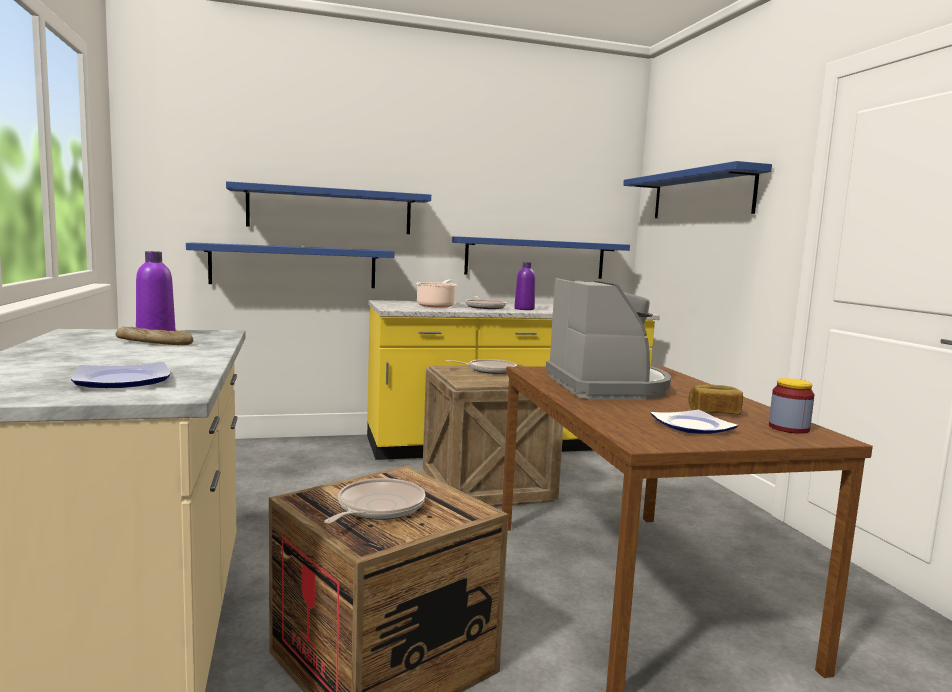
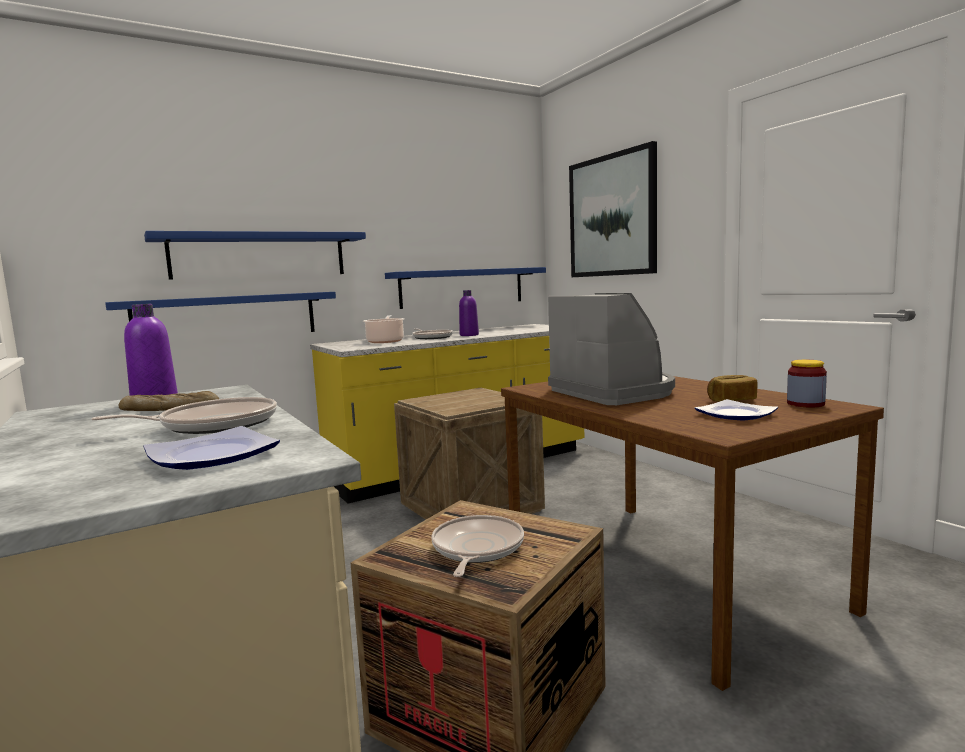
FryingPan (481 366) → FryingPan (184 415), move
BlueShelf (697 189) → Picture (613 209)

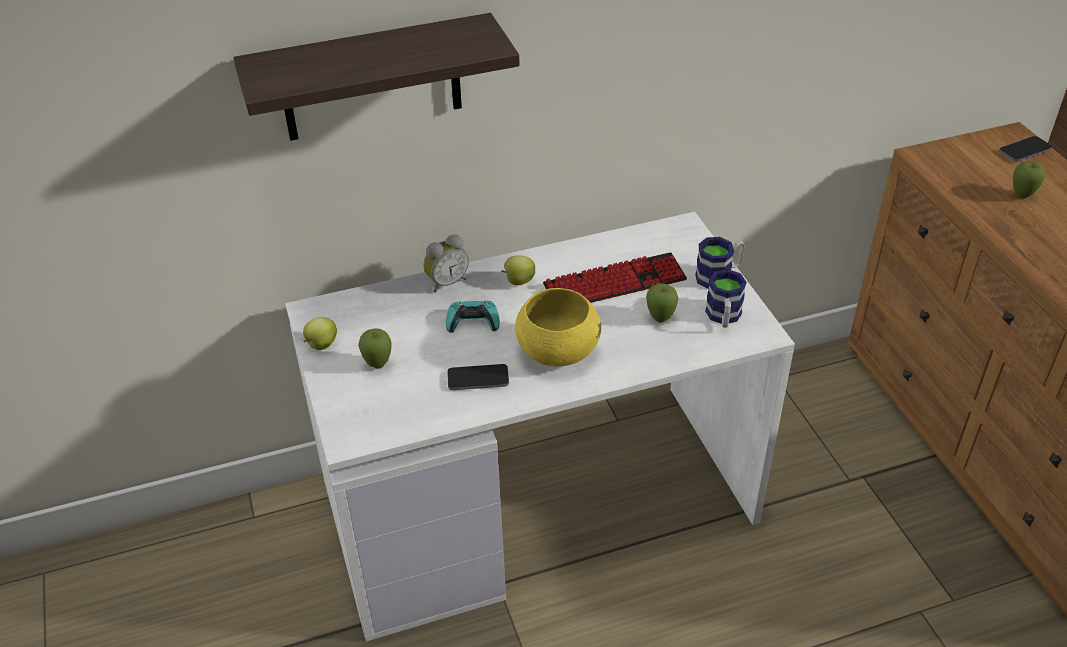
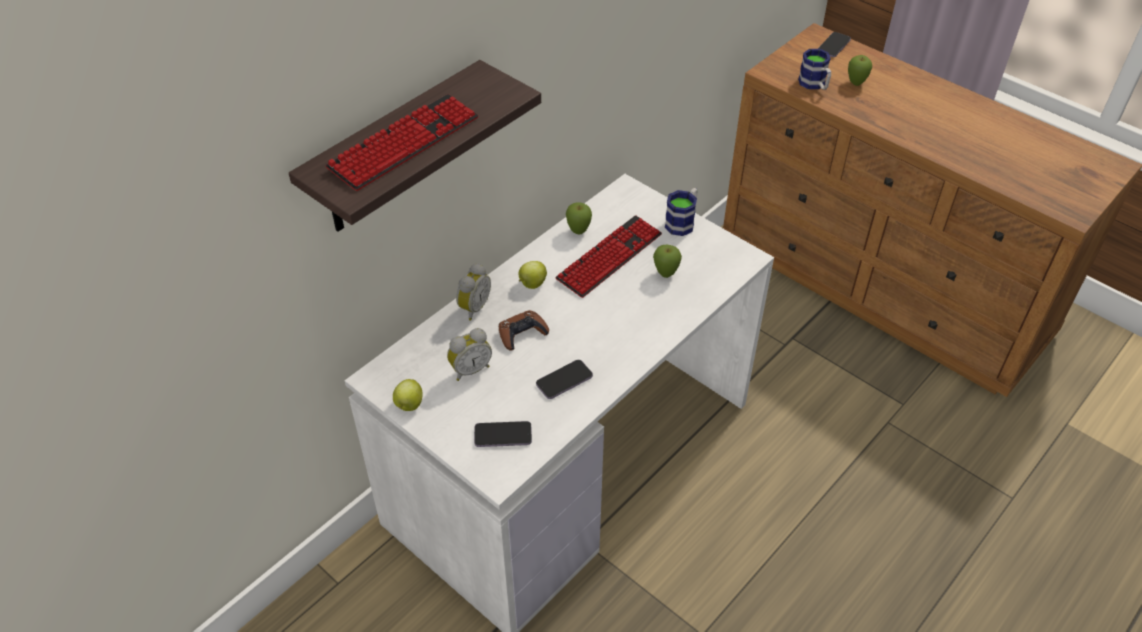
YellowBowl (558 327) → -
- → Keyboard (402 142)
- → AlarmClock (469 354)
- → Phone (503 434)
Apple (375 349) → Apple (579 218), move
Mug (726 298) → Mug (814 69), move
TurquoiseGameController (473 317) → BrownGameController (524 330)

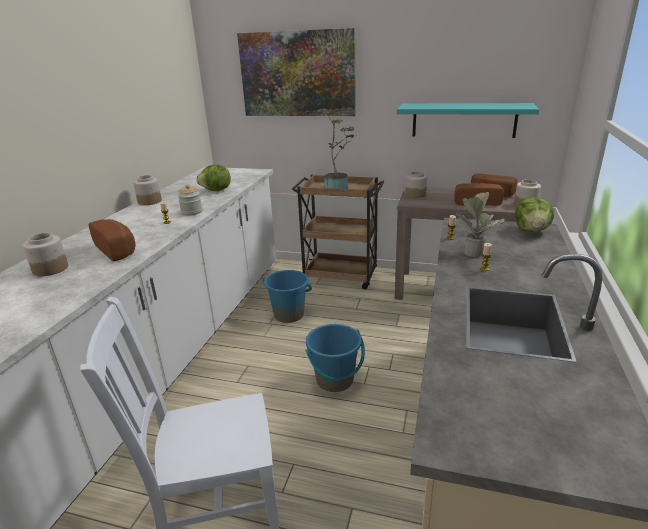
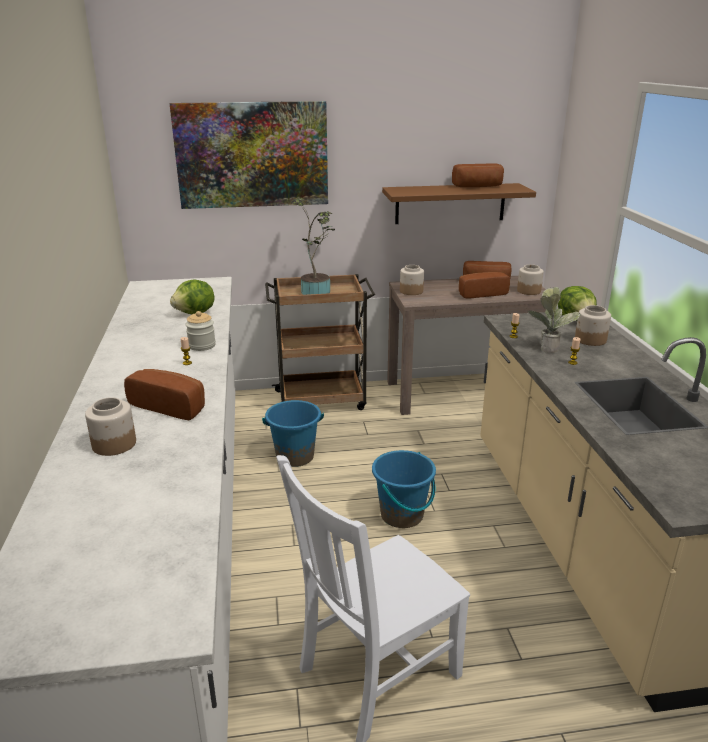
- → Bread (478 175)
Jar (147 190) → Jar (593 325), move
TurquoiseShelf (468 120) → BrownShelf (459 203)

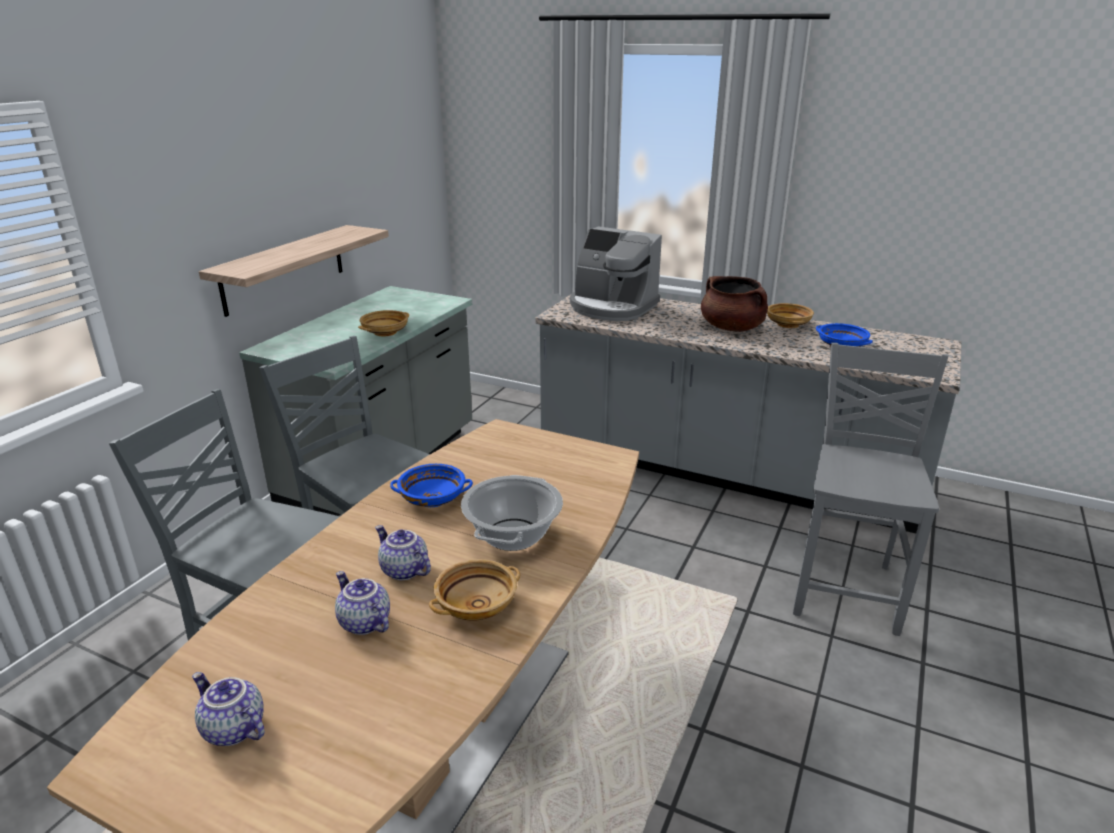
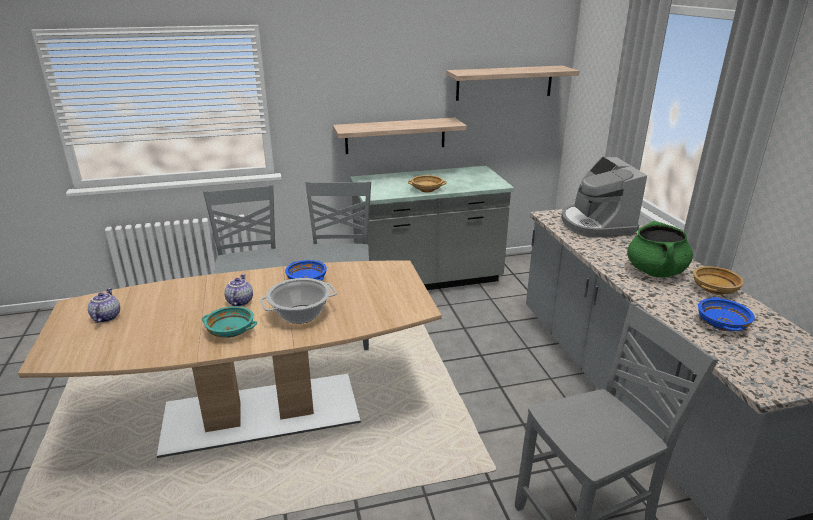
Teapot (362 603) → -
- → Shelf (513 83)
BeigeBowl (474 589) → TurquoiseBowl (229 322)
BrownCookingPot (734 304) → GreenCookingPot (660 249)

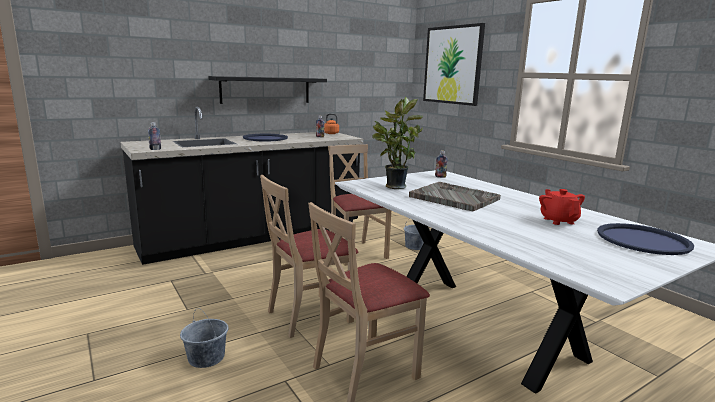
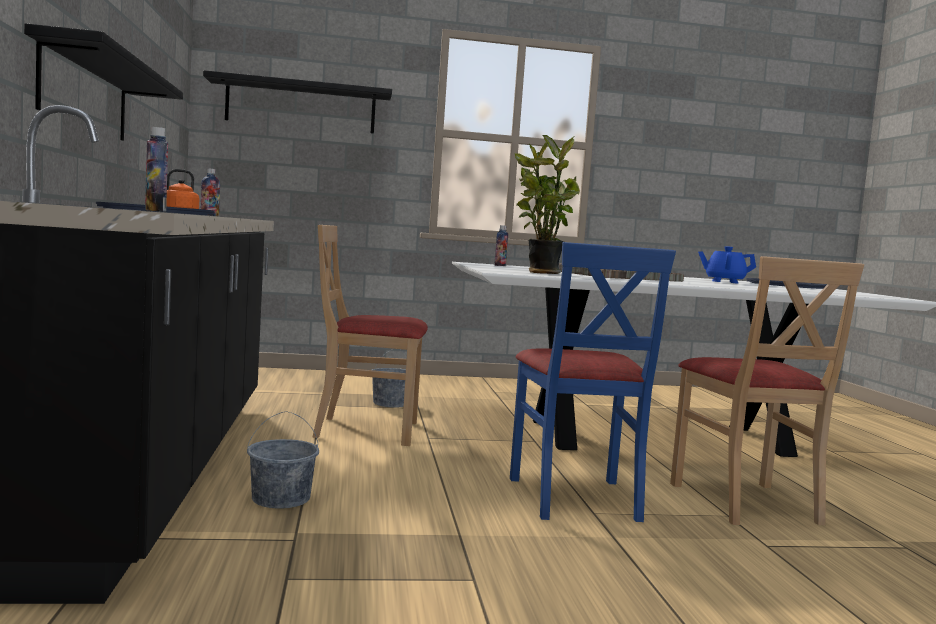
GreyBucket (204 338) → GreyBucket (283 460), move
Picture (454 64) → BlackShelf (297 102)
BeigeChair (309 256) → BlueChair (593 382)
RedTeapot (562 207) → BlueTeapot (727 265)

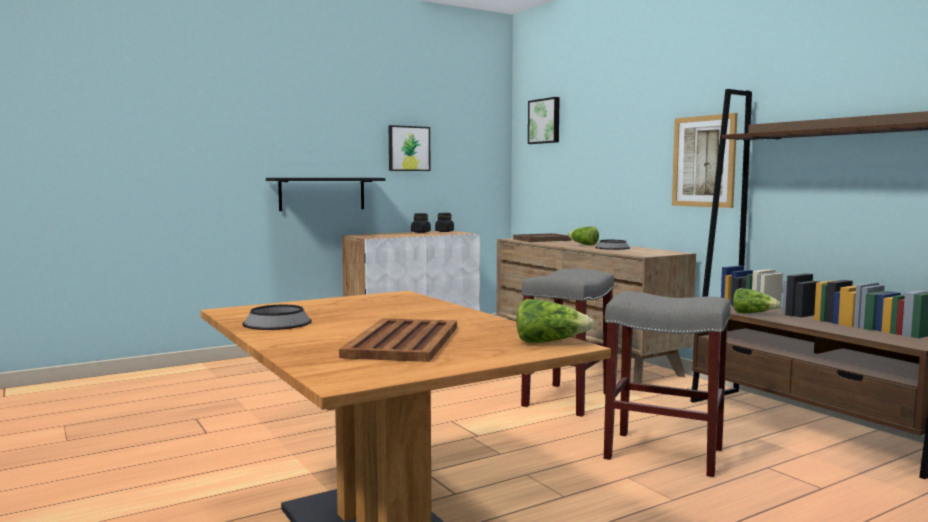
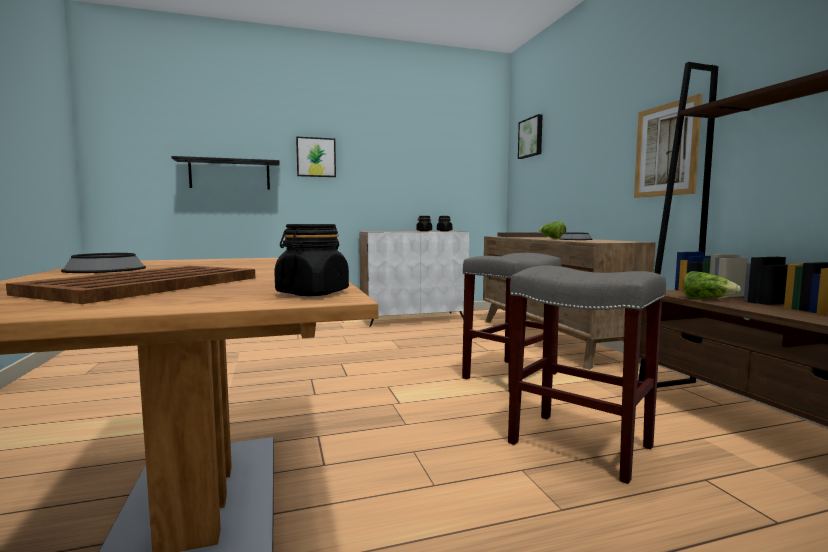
BlackShelf (325 194) → BlackShelf (226 173), move
Picture (409 148) → Picture (316 156), move
Lettuce (555 321) → BlackJar (311 260)

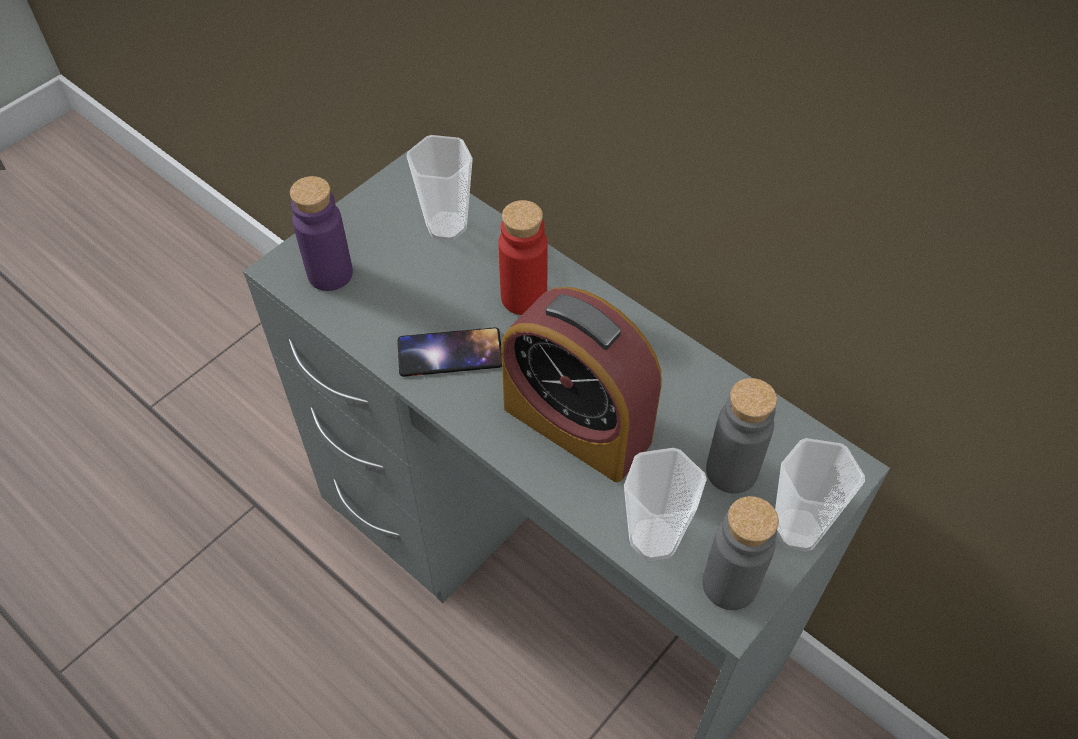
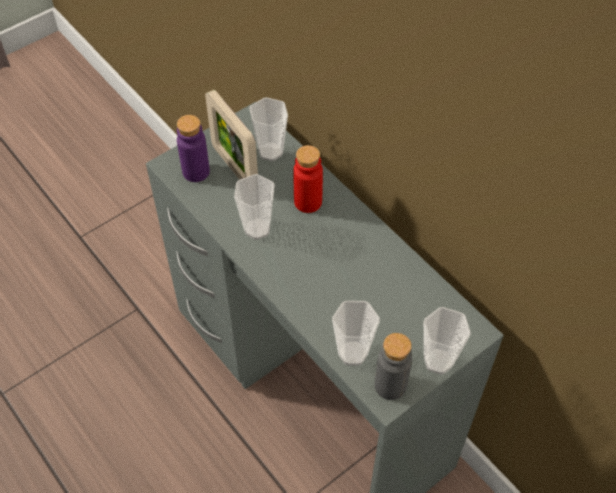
AlarmClock (581 384) → -
GreyBottle (741 436) → -
- → PictureFrame (231 135)
Phone (450 352) → Cup (254 207)

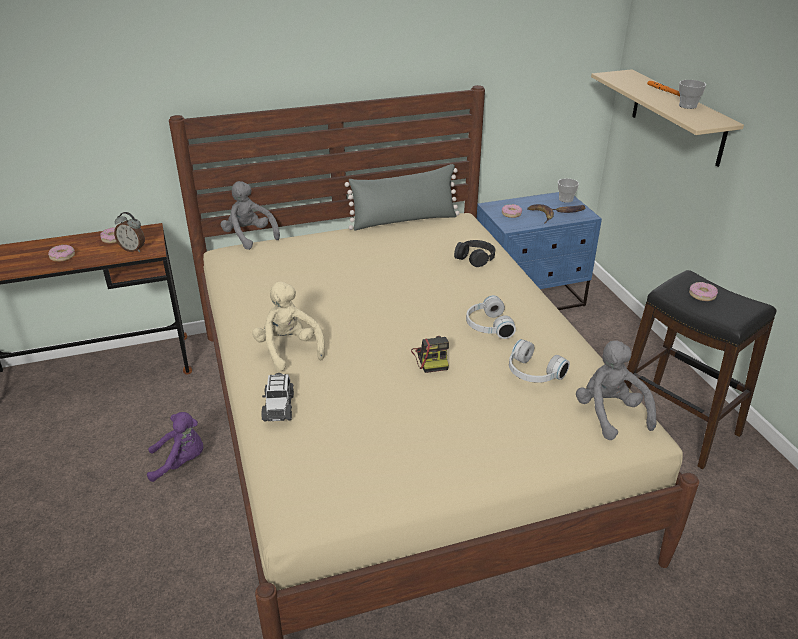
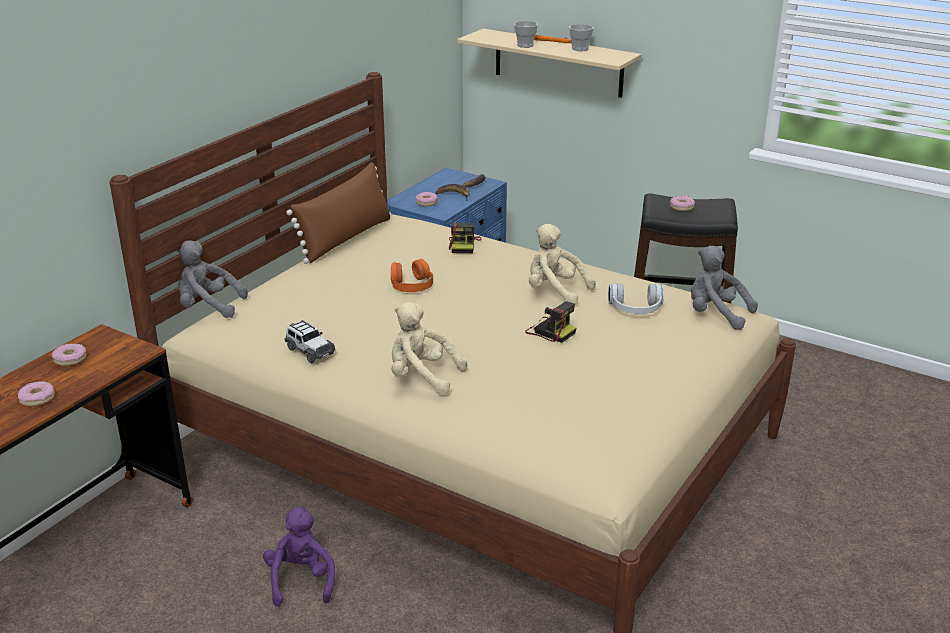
AlarmClock (129 232) → -
- → OrangeHeadphones (412 275)
ToyCar (277 397) → ToyCar (310 341), move
Cup (568 190) → Cup (526 34), move
BlackHeadphones (474 253) → PhotoCamera (465 237)
WhiteHeadphones (491 317) → BeigePlushToy (562 264)
GreyPillow (402 197) → BrownPillow (338 213)
PurplePlushToy (175 447) → PurplePlushToy (299 556), 45 degrees counterclockwise

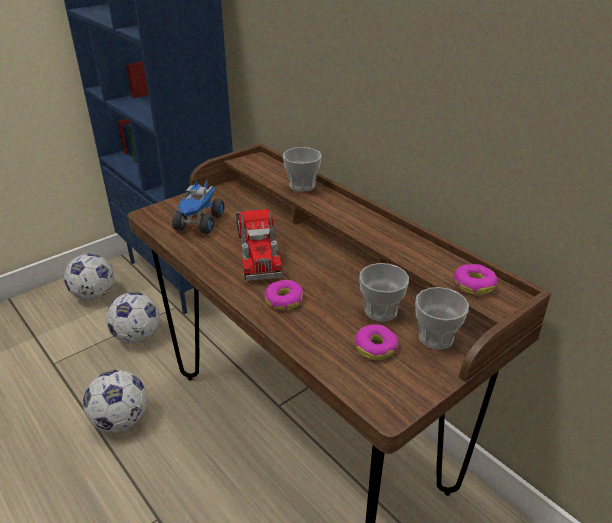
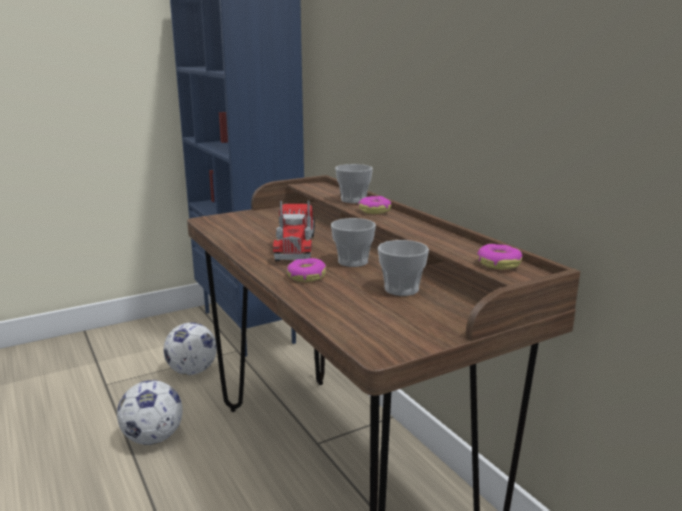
Football (89 277) → -
ToyTruck (198 206) → -
Donut (376 342) → Donut (374 205), move
Cup (442 318) → Cup (353 242), move

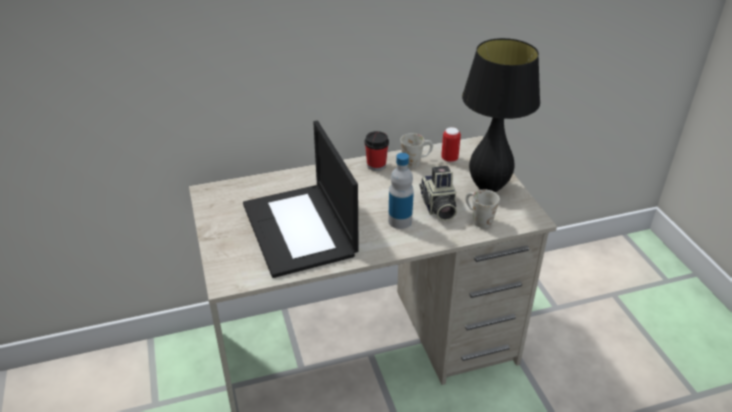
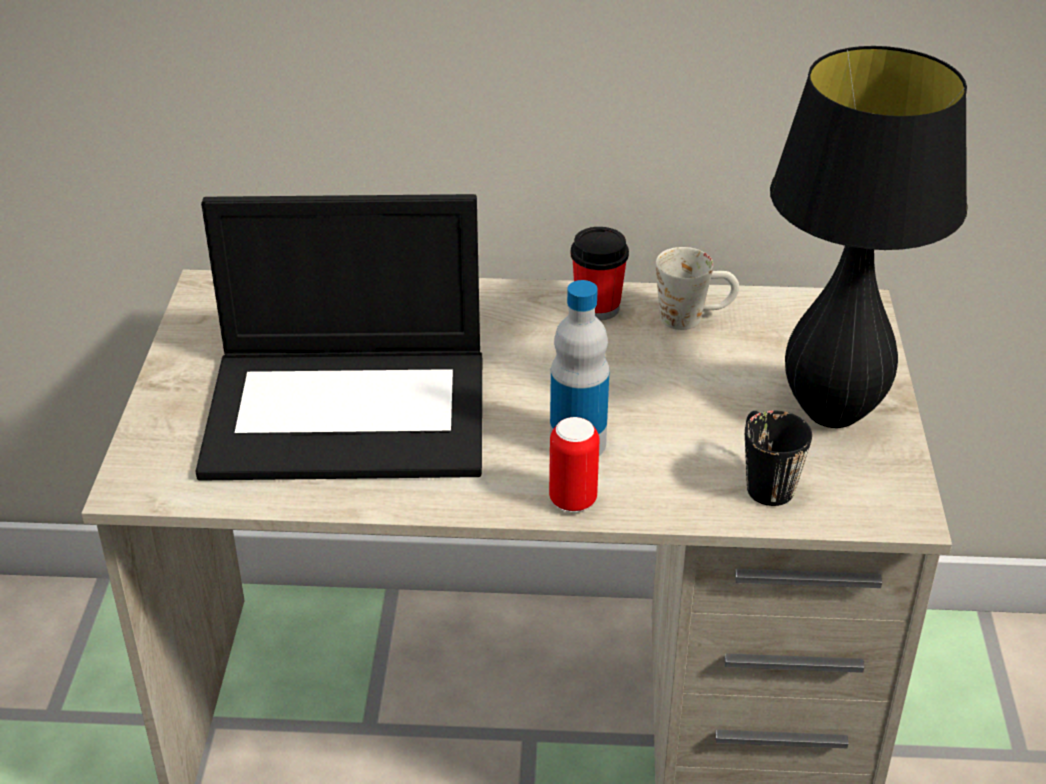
PhotoCamera (438 193) → -
Can (451 144) → Can (574 464), move
WhiteMug (482 209) → BlackMug (778 458)
Laptop (301 199) → Laptop (338 337), 90 degrees counterclockwise

